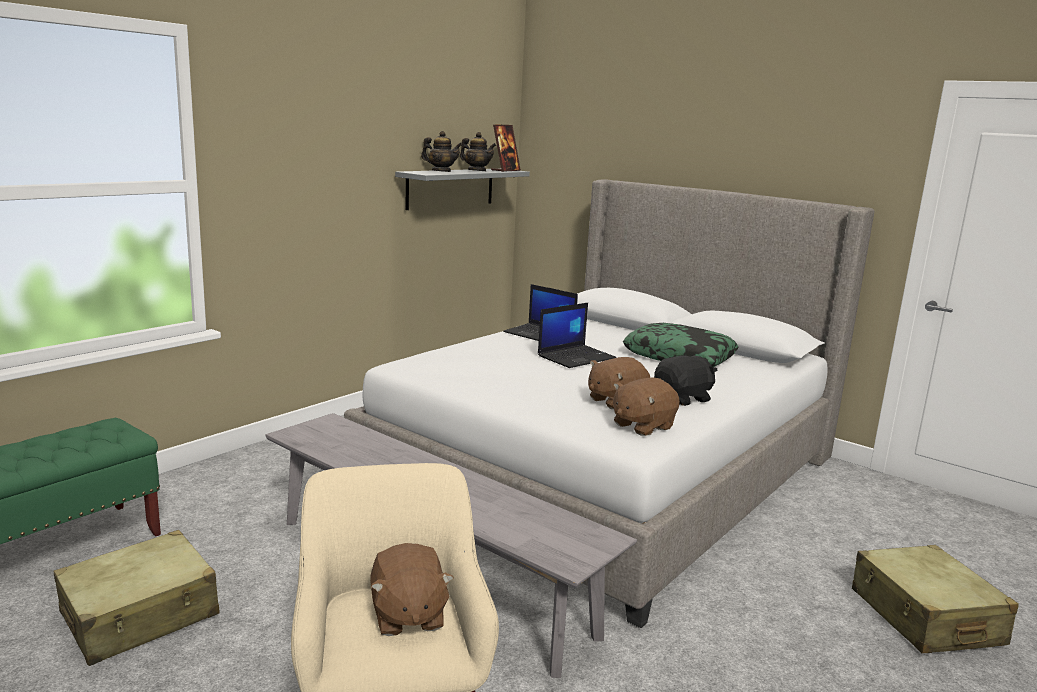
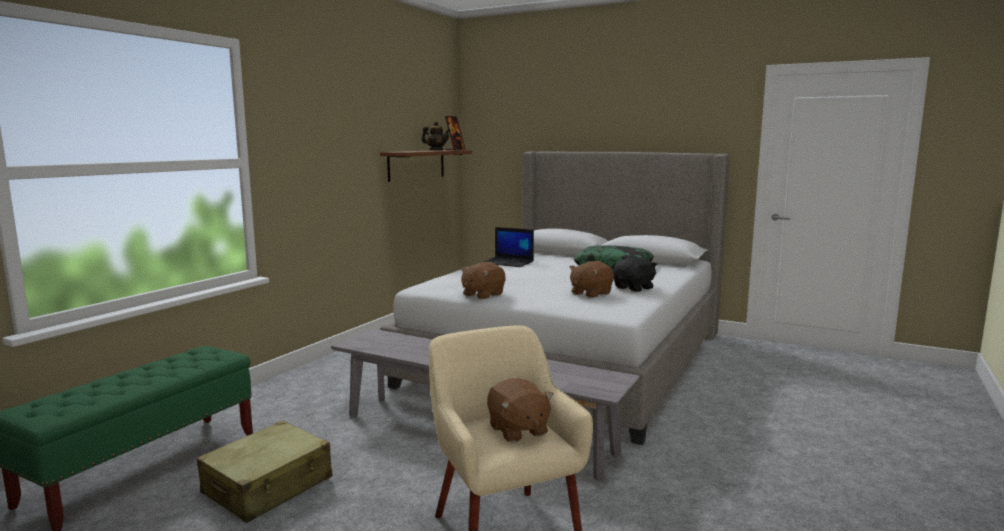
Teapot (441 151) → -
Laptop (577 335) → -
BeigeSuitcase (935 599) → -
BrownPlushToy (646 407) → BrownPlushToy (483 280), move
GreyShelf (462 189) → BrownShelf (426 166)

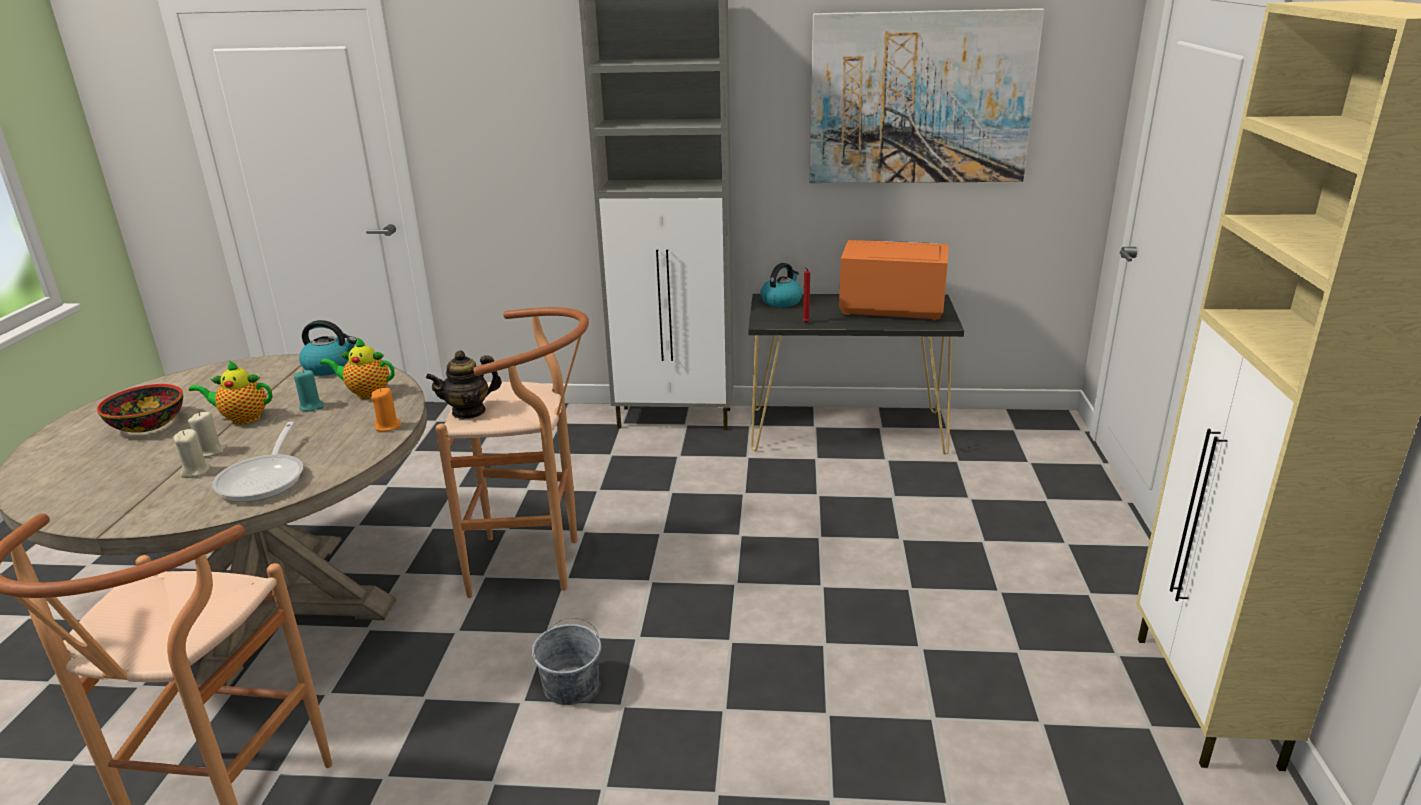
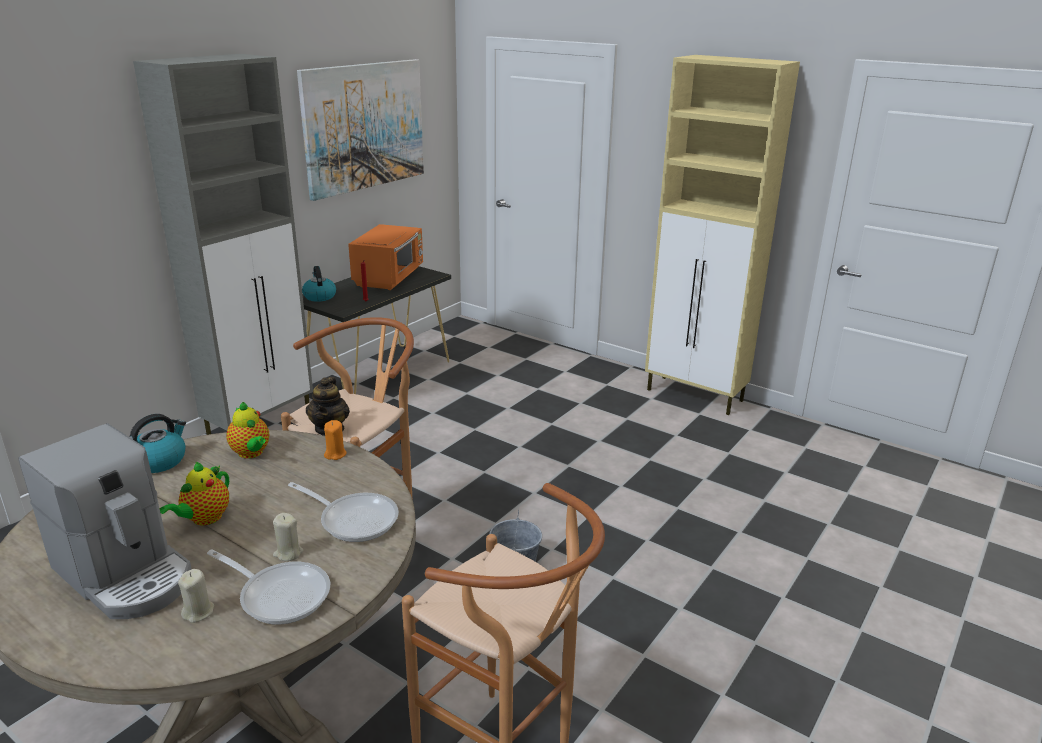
TurquoiseCandle (309 391) → -
- → FryingPan (268 586)
BeigeCandle (207 434) → BeigeCandle (196 596), move
Bowl (140 408) → CoffeeMachine (105 521)
Teapot (357 368) → Teapot (247 430), 75 degrees counterclockwise
OrangeMicrowave (894 280) → OrangeMicrowave (385 257), 150 degrees clockwise

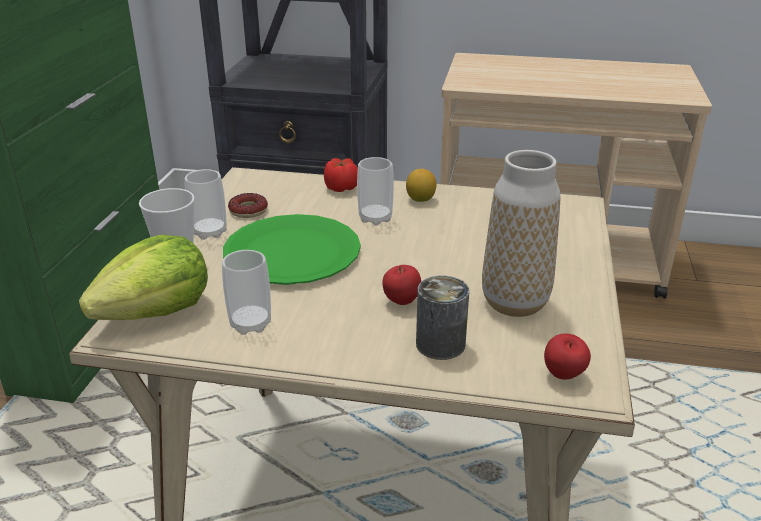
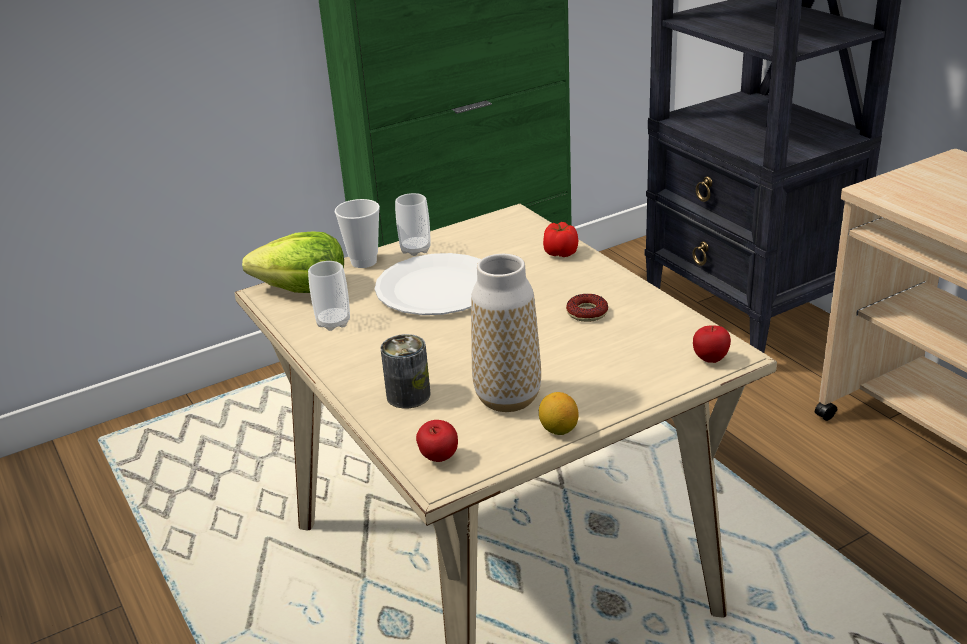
Cup (375 191) → -
Donut (248 205) → Donut (587 308), move
Apple (401 285) → Apple (712 344), move
Lemon (421 185) → Lemon (559 413), move
GreenPlate (292 249) → WhitePlate (428 284)

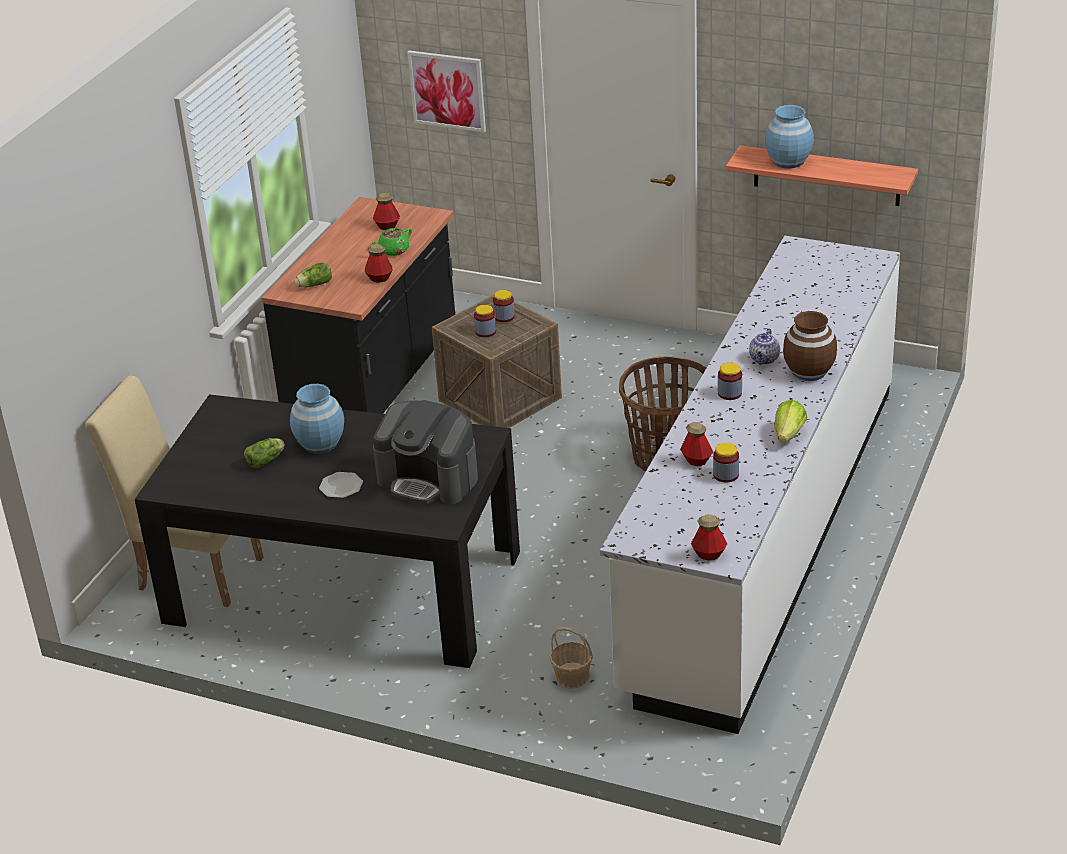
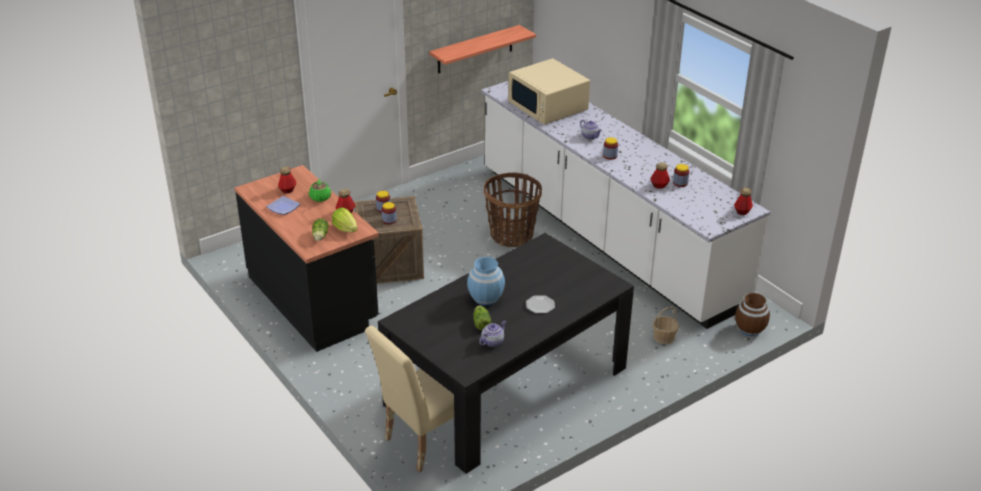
CoffeeMachine (425 452) → -
Picture (446 91) → -
BlueVase (789 137) → -
- → Plate (283 205)
- → Teapot (492 333)
- → BeigeMicrowave (549 91)
Lettuce (790 421) → Lettuce (344 220), move
BrownVase (810 346) → BrownVase (752 314), move

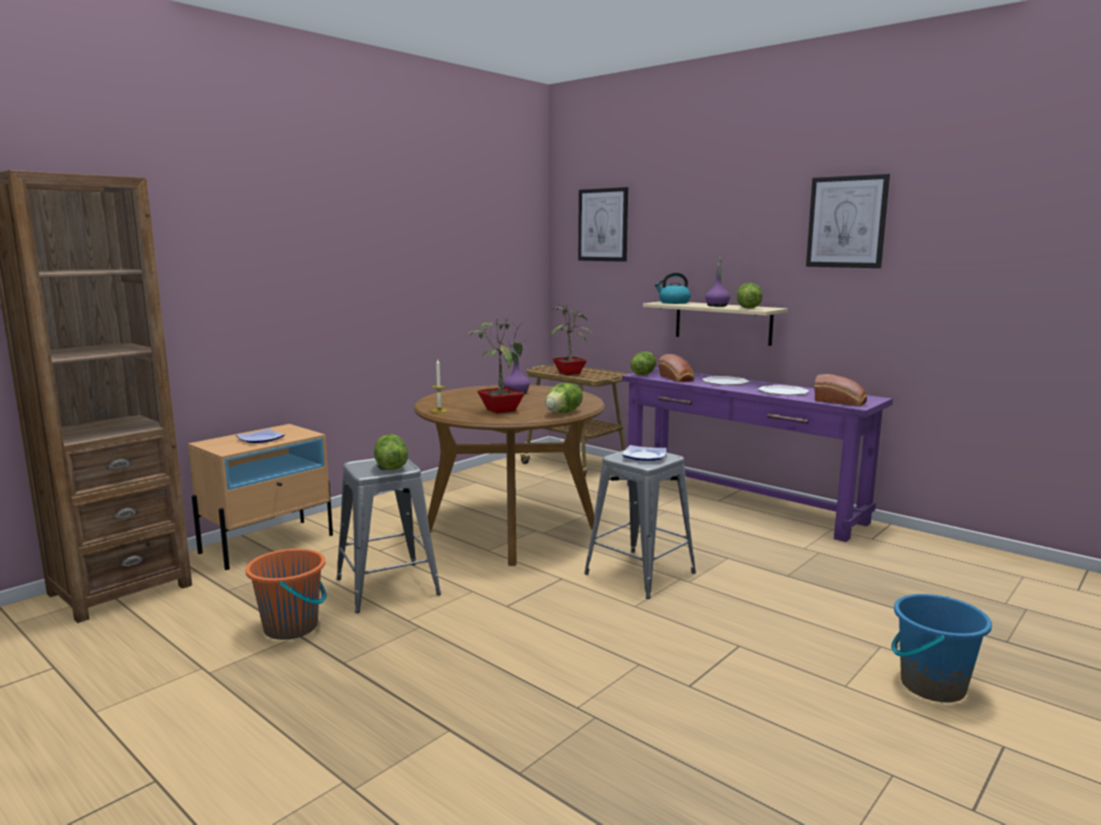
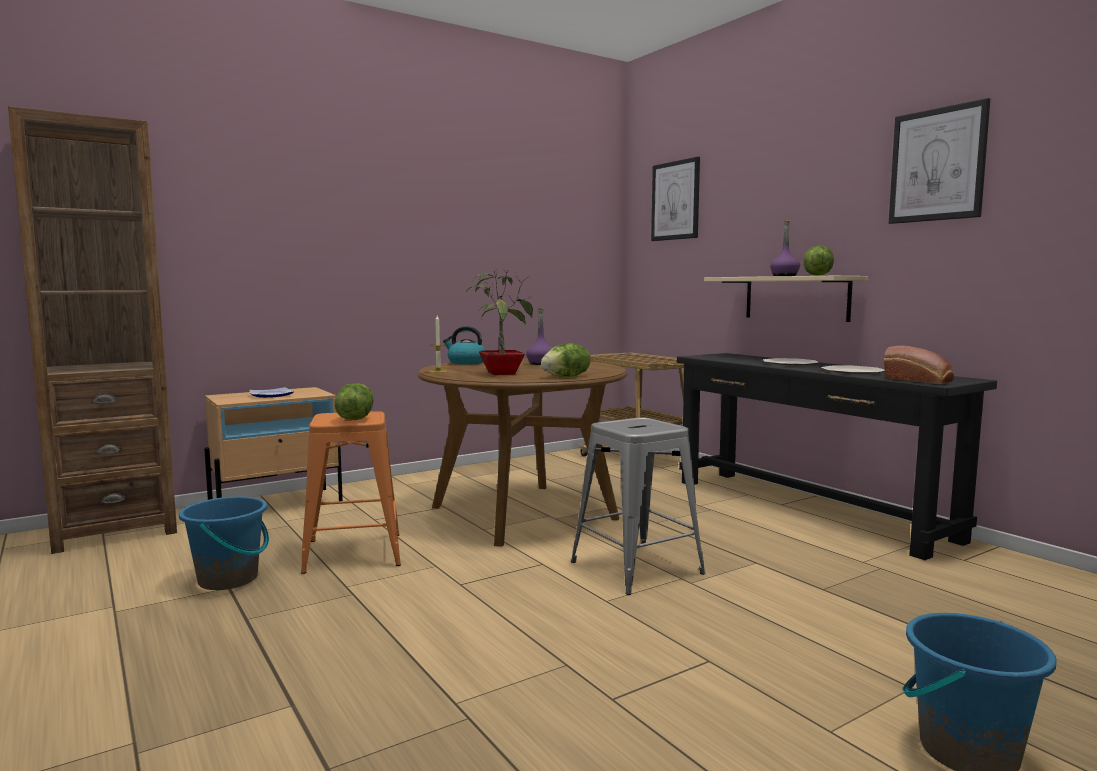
PottedPlant (572 340) → -
Plate (644 453) → -
Lettuce (643 363) → -
Bread (676 368) → -
Kettle (673 288) → Kettle (464 345), move
OrangeBucket (285 594) → BlueBucket (224 543)
GreyStool (389 535) → OrangeStool (351 492)
PurpleConsoleTable (757 455) → BlackConsoleTable (837 456)

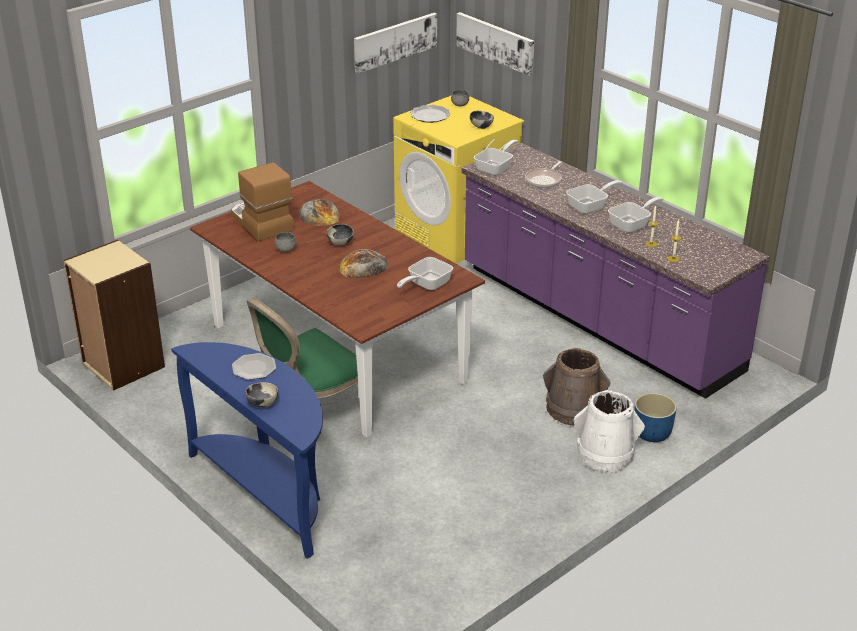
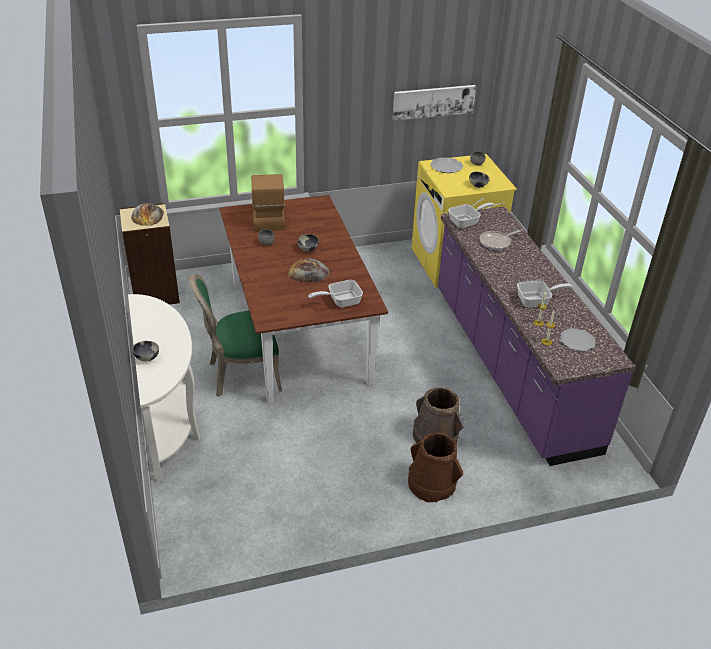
Picture (495 44) → -
FryingPan (594 197) → -
BluePlanter (655 417) → -
Plate (254 366) → Plate (577 339), move
Bread (320 212) → Bread (147 214), move
BlueConsoleTable (247 450) → WhiteConsoleTable (164 388)
WhiteBucket (609 431) → BrownBucket (435 467)

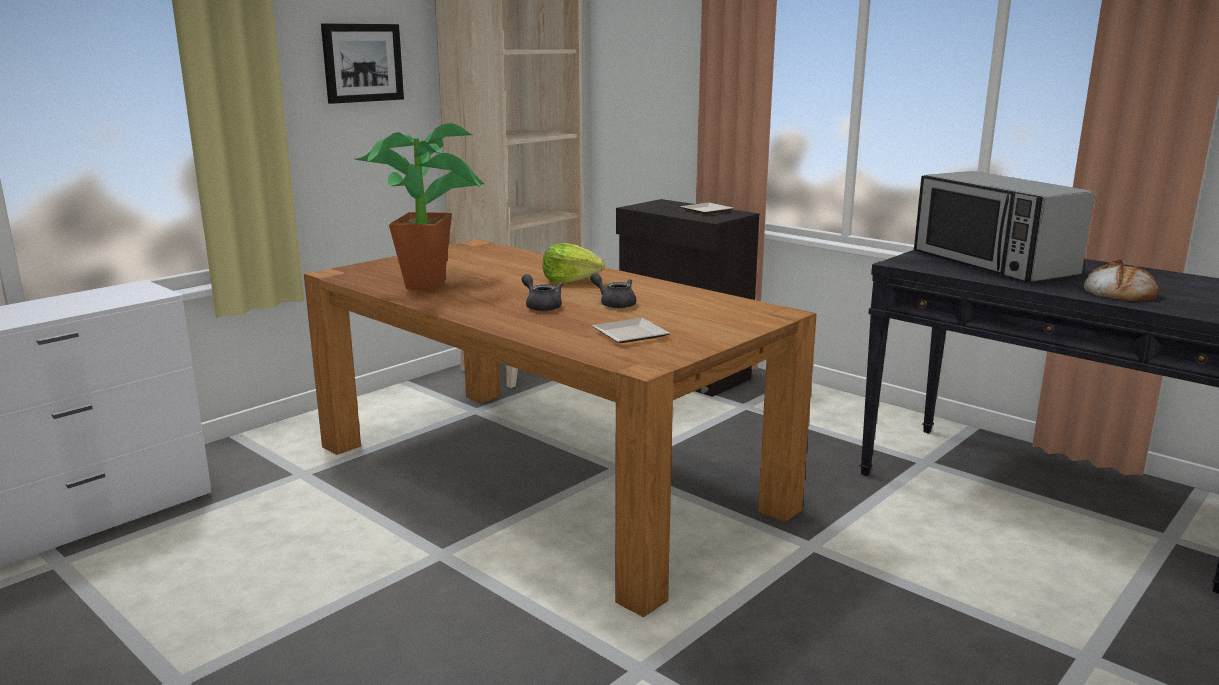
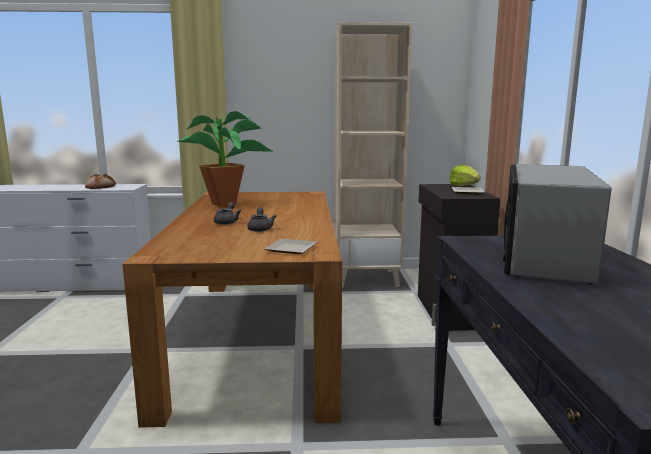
Picture (362 63) → -
Lettuce (574 263) → Lettuce (465 176), move
Plate (631 330) → Plate (290 246), move
Bread (1122 280) → Bread (100 181), move

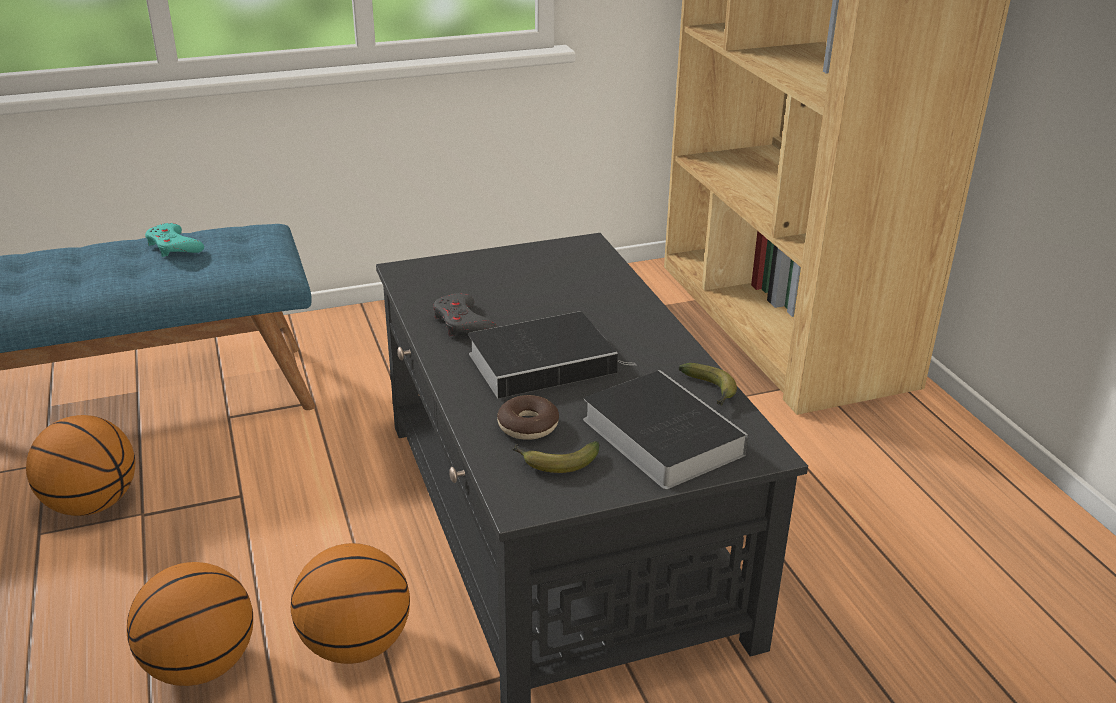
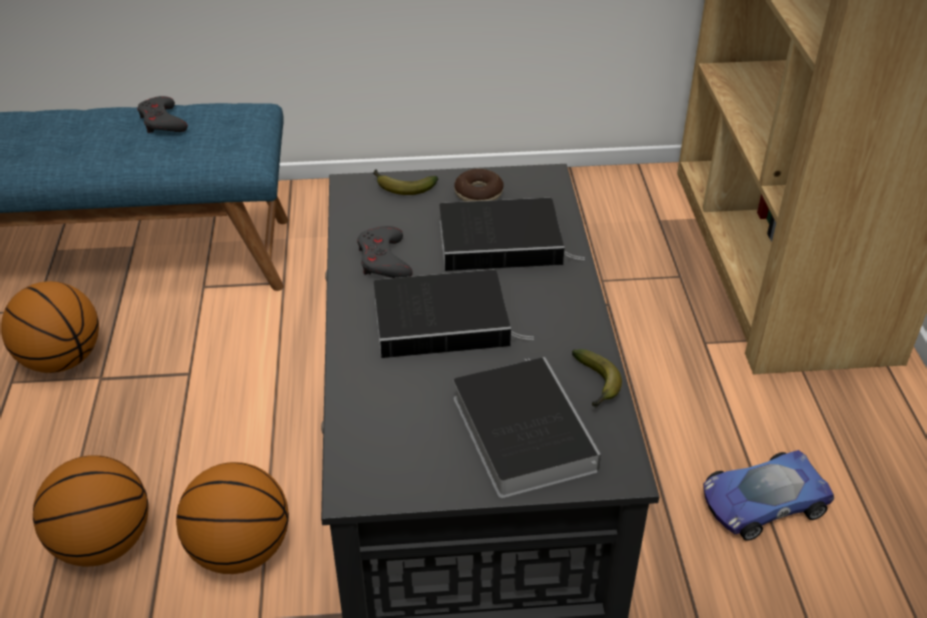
- → Book (512 234)
- → ToyCar (768 495)
Donut (528 417) → Donut (479 185), move
Banana (555 457) → Banana (405 182), move
TurquoiseGameController (174 240) → GreyGameController (162 114)

